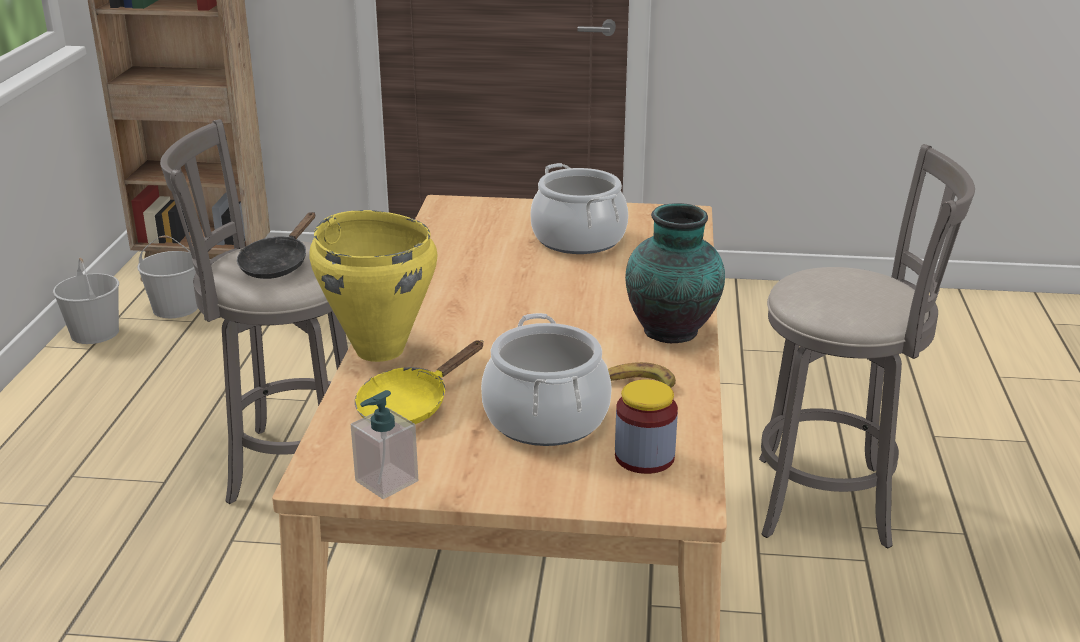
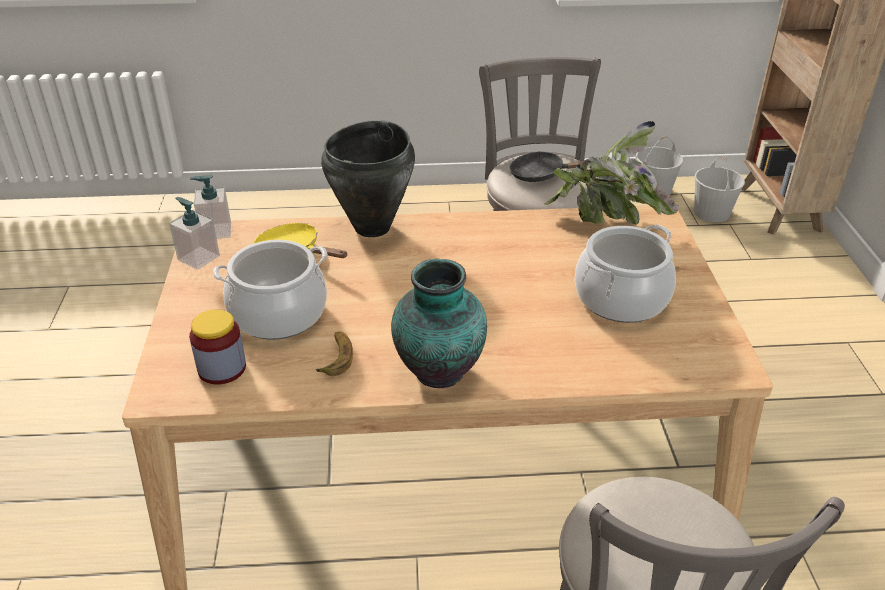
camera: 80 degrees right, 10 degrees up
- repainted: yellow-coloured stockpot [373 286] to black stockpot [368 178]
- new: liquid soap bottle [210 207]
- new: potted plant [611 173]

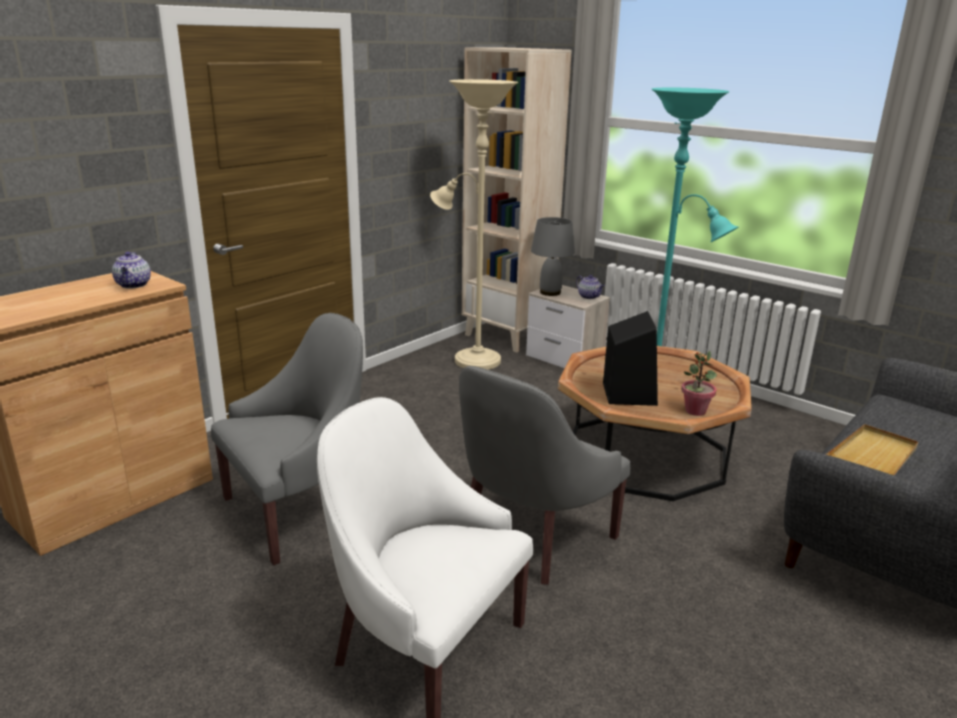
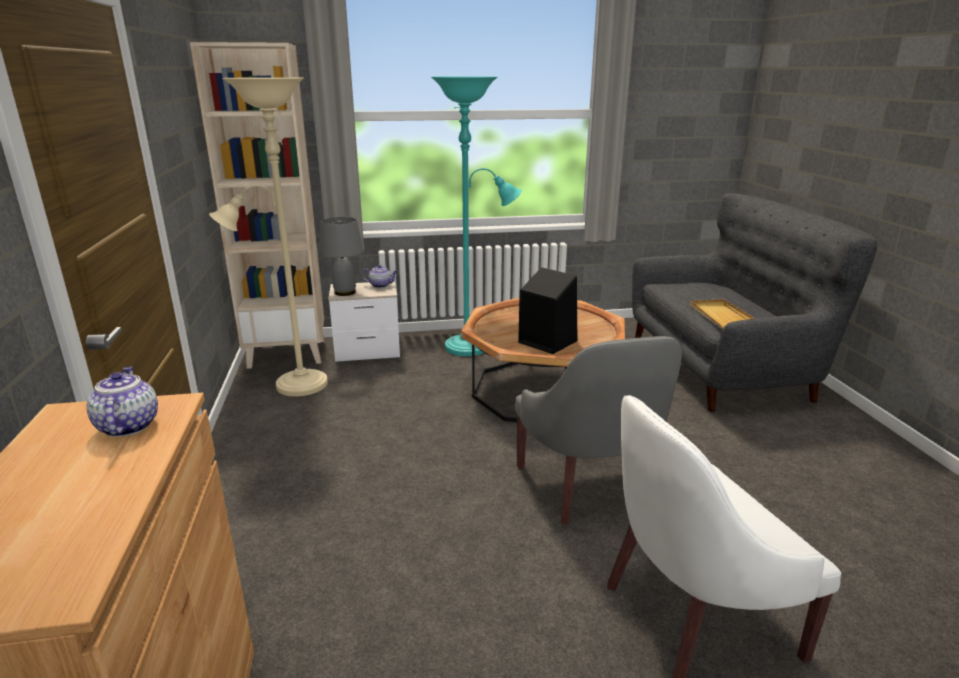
camera: 50 degrees left, 0 degrees up
- rotated: pot for tea [131 270] = [122 401] 135 degrees counterclockwise
- gone: gray armchair [287 439]
- gone: potted plant [699 383]

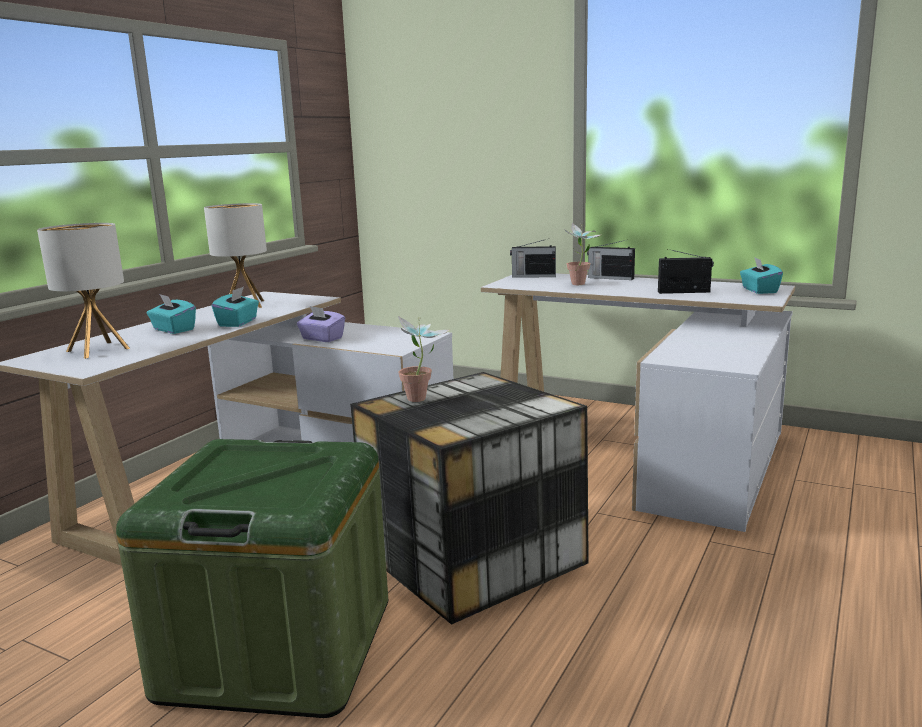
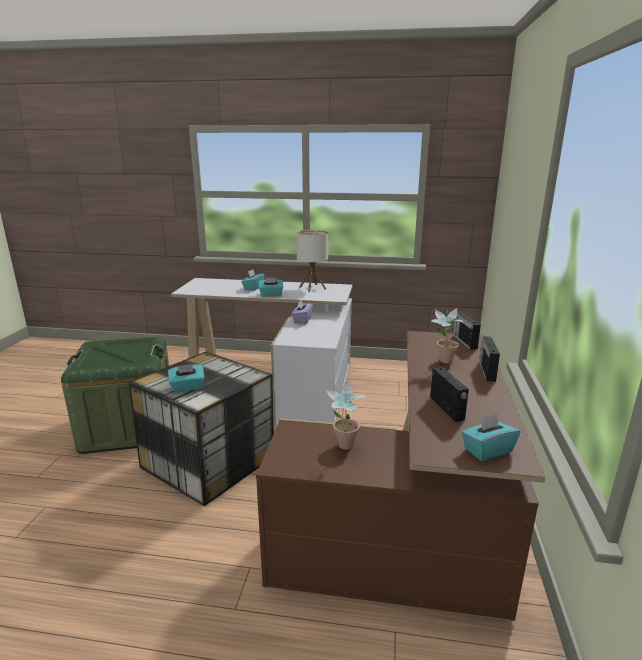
camera: 70 degrees right, 5 degrees up
- gone: table lamp [83 291]
- shifted: potted plant [424 359] to [347 415]
- repainted: white desk unit [638 402] to brown desk unit [401 476]
- new: blue-green tissue box [186 379]

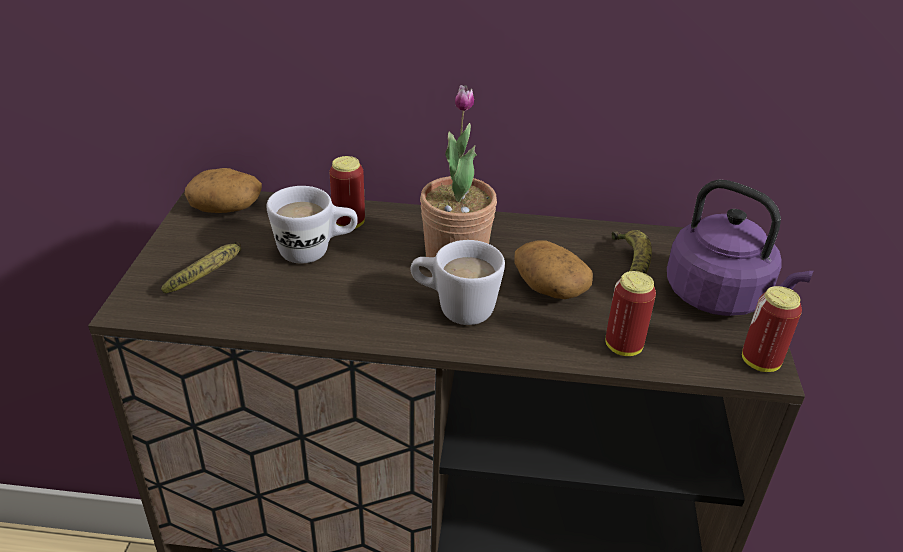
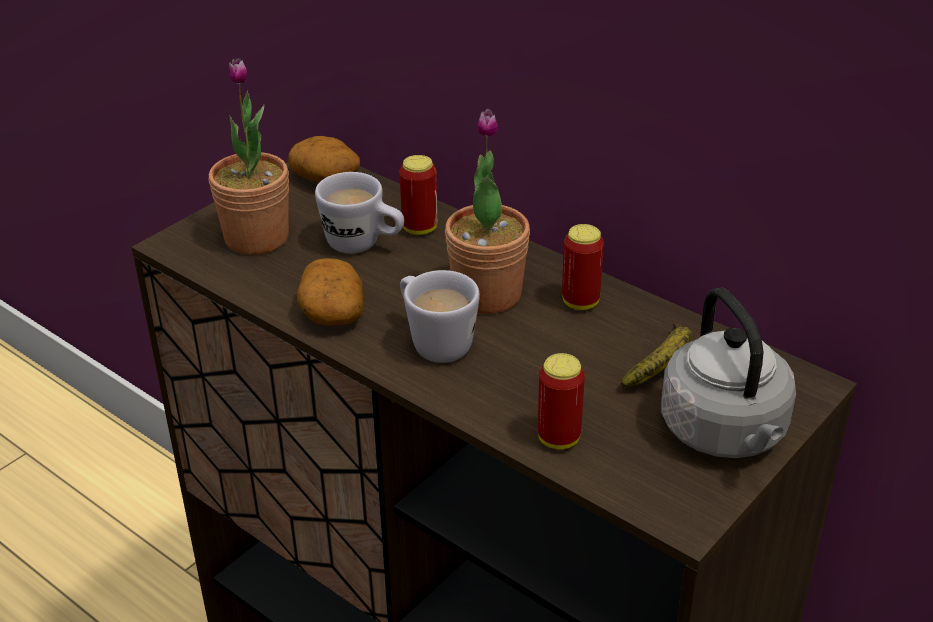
camera: 35 degrees right, 0 degrees up
- swapped: banana fruit [201 267] to potted plant [249 156]
- shifted: spud [553 269] to [330 292]
- repainted: purplish water kettle [740 248] to gray water kettle [728 373]
- shifted: metal can [772 329] to [583 267]

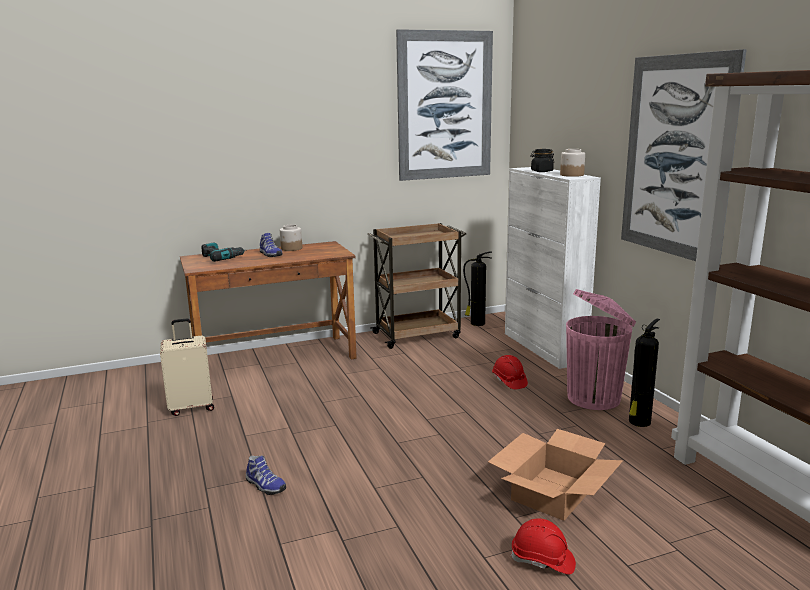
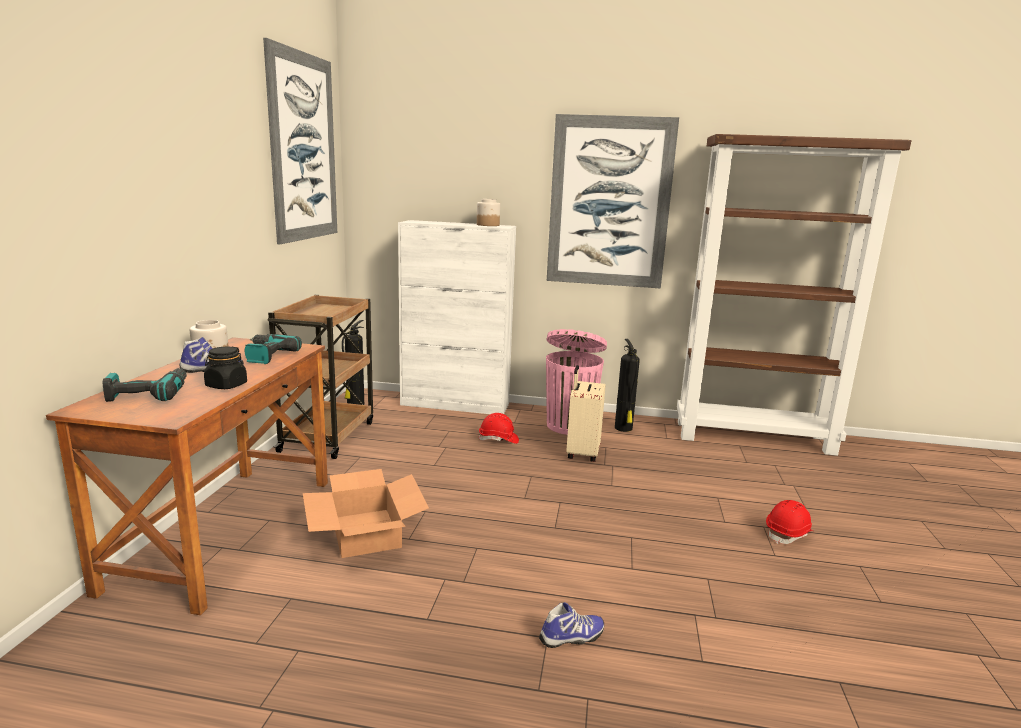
camera: 60 degrees left, 0 degrees up
- shifted: beige-coloured travel case [187 367] to [586 413]
- shifted: cardboard box [555 475] to [366 513]
- shifted: black preserve jar [542 160] to [225 368]
- new: electric drill [273 349]

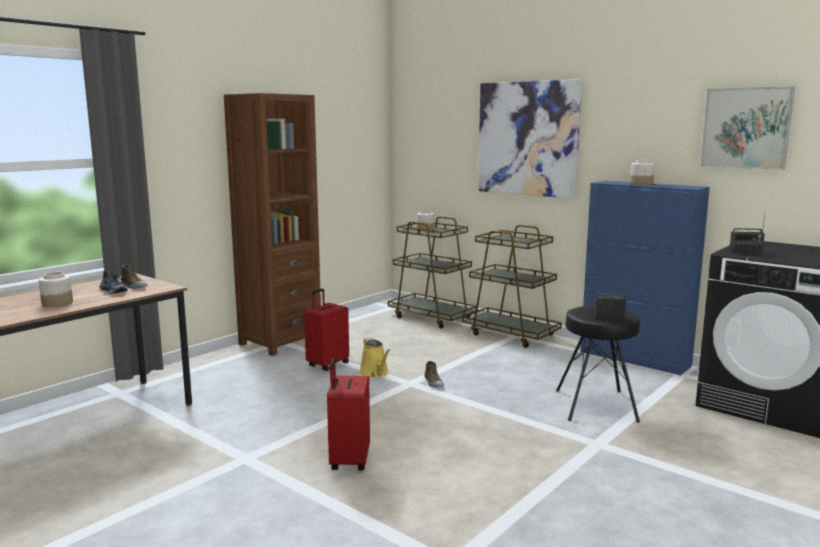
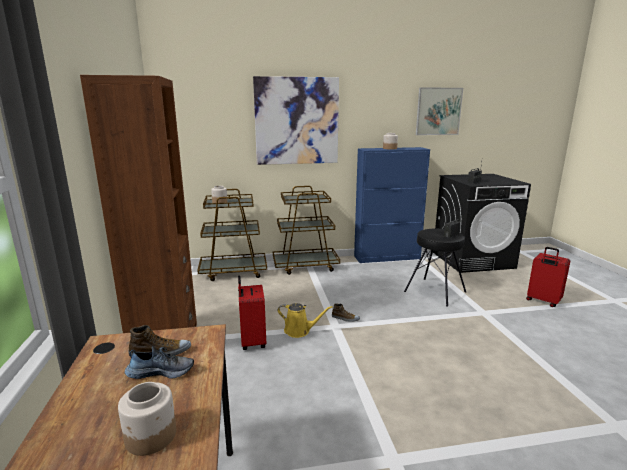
camera: 50 degrees left, 5 degrees up
- shifted: reddish travel case [348 414] to [548 277]

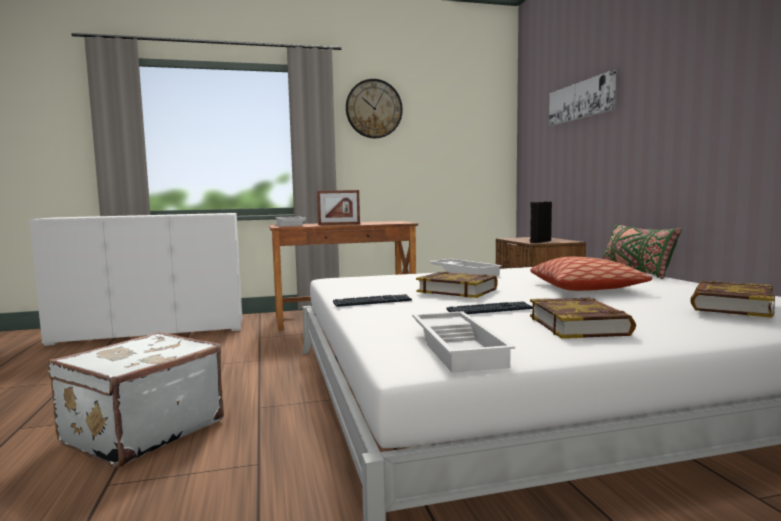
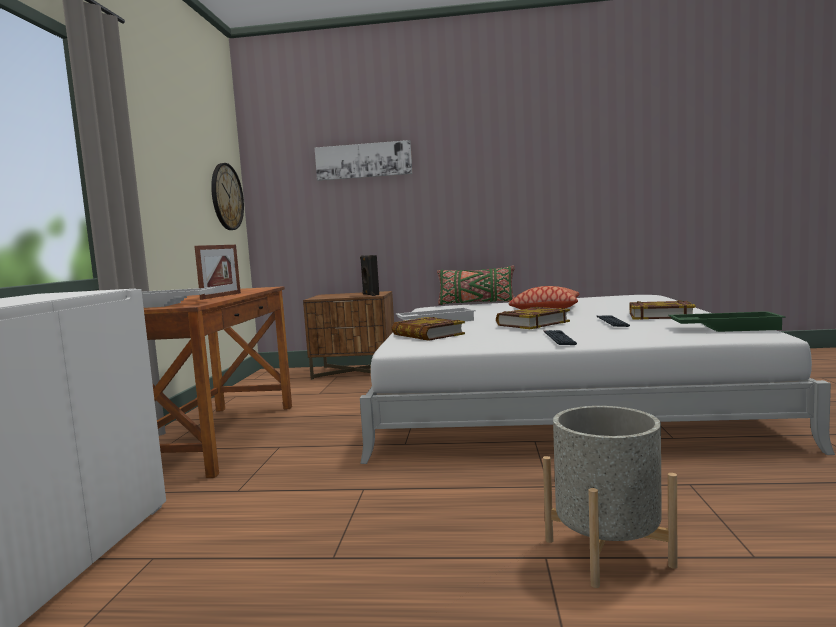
camera: 70 degrees left, 0 degrees up
- swapped: white travel case [136 400] to gray planter [610 497]
- shifted: clock on the wall [374 108] to [227 196]
- repainted: white tray [463 342] to greenish tray [727 321]
- shifted: book [732 299] to [428 329]

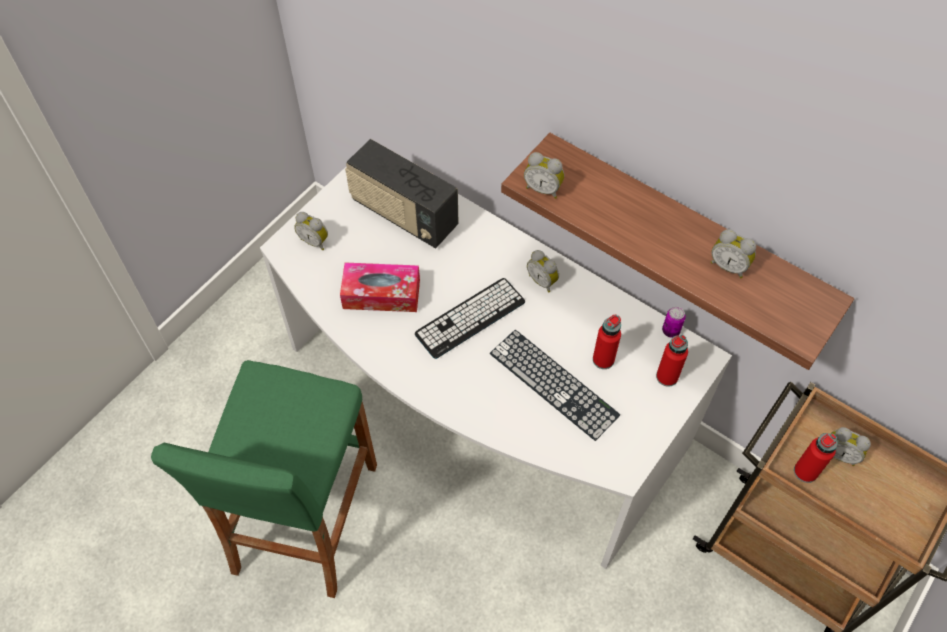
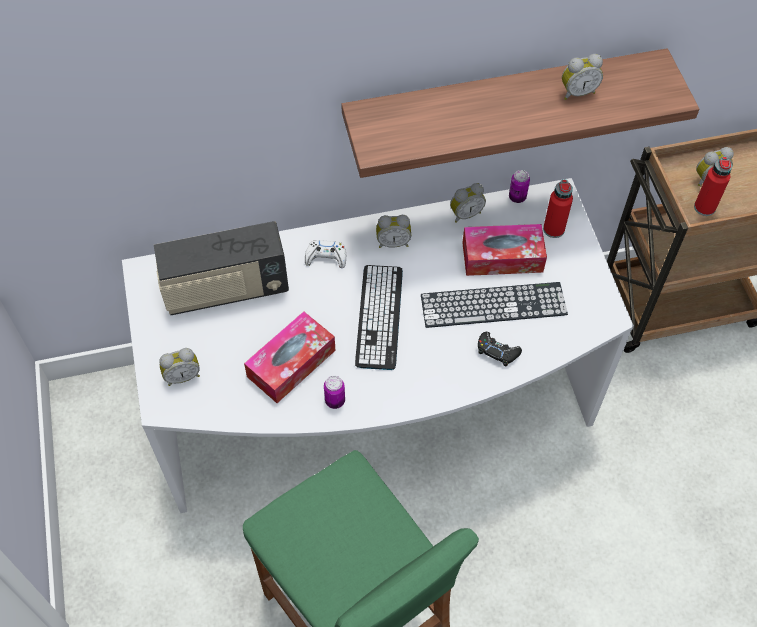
camera: 50 degrees left, 0 degrees up
- shifted: bedside clock [544 175] to [468 203]
- swapped: reddish drink bottle [607 342] to tissue box [504 250]
- new: white joypad [325 254]
- new: metal can [334 392]
- new: black joypad [500 349]

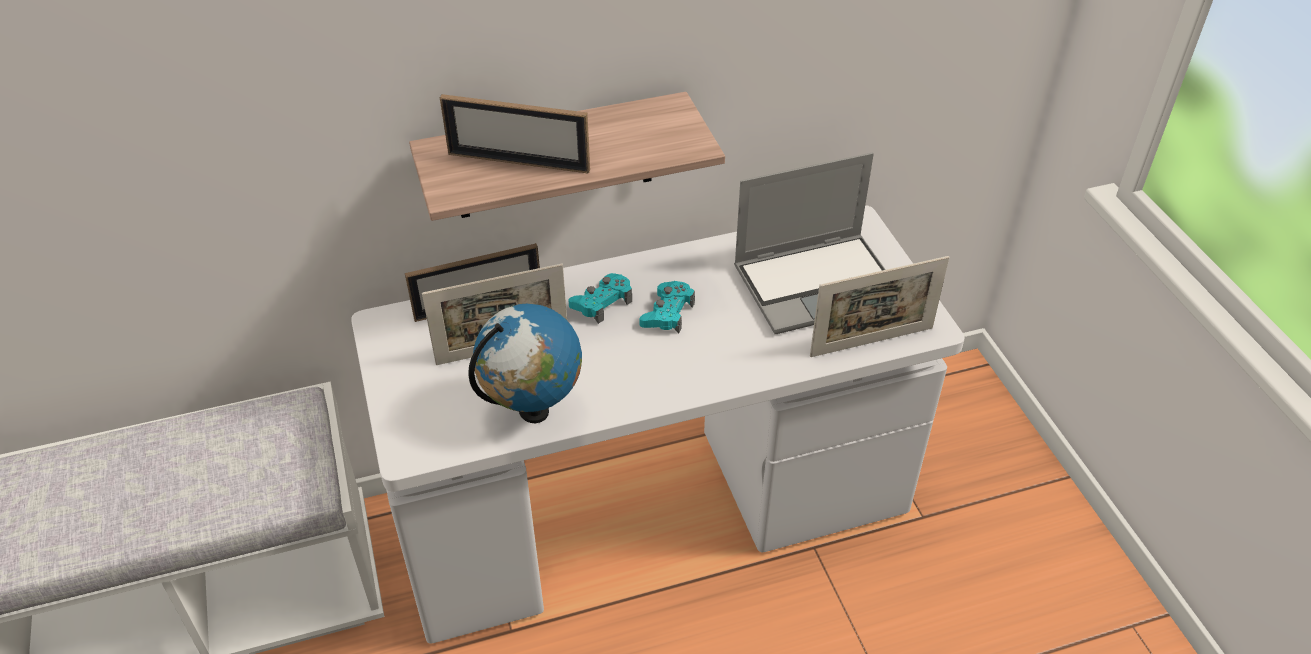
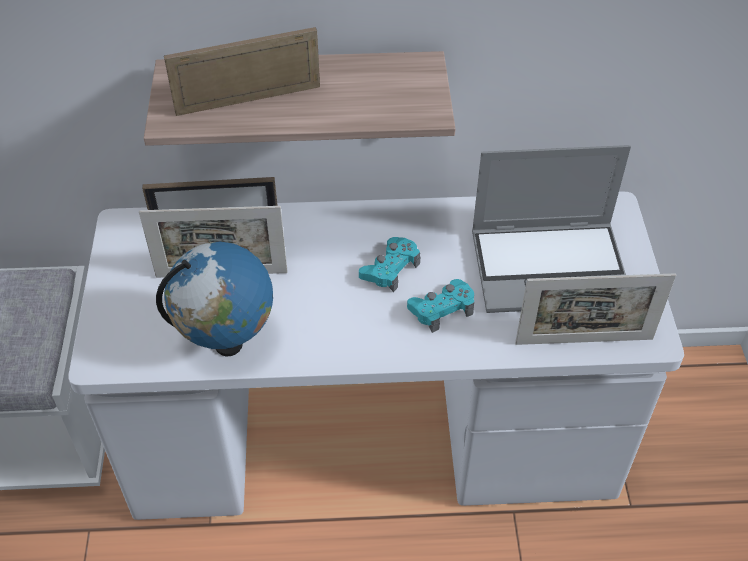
camera: 15 degrees right, 5 degrees up
- rotated: standing frame [515 134] = [242 71] 135 degrees clockwise
- shifted: blue-green joypad [600 298] to [440 306]

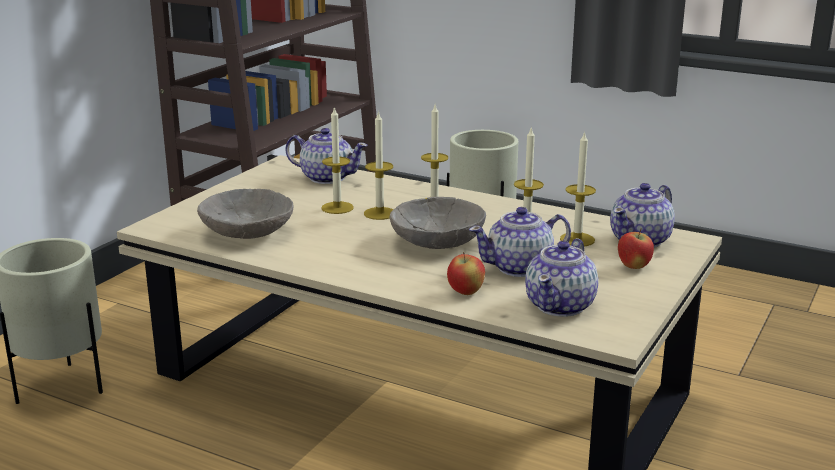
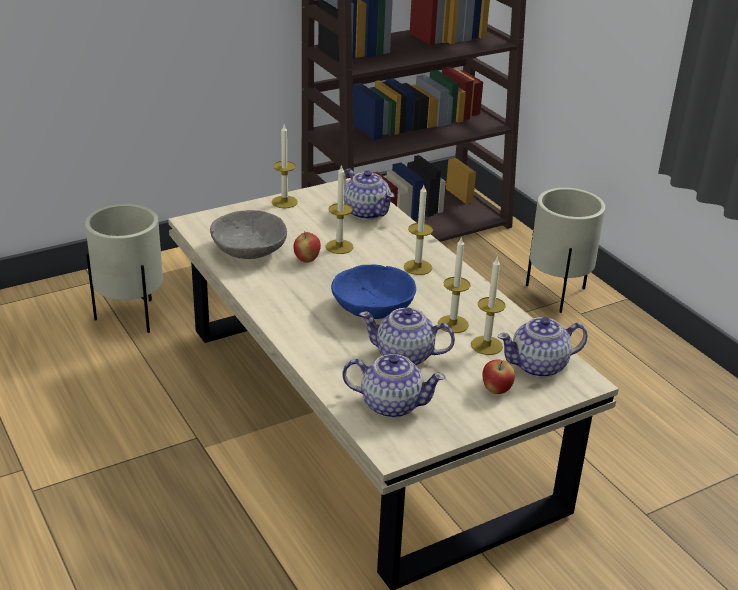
camera: 30 degrees right, 10 degrees up
- shifted: candle [379 165] to [285 166]
- repainted: gray serving bowl [438 223] to blue serving bowl [373 292]
- shifted: apple fruit [466 273] to [307 247]
- rotated: pot for tea [561 277] = [393 386] 135 degrees counterclockwise

